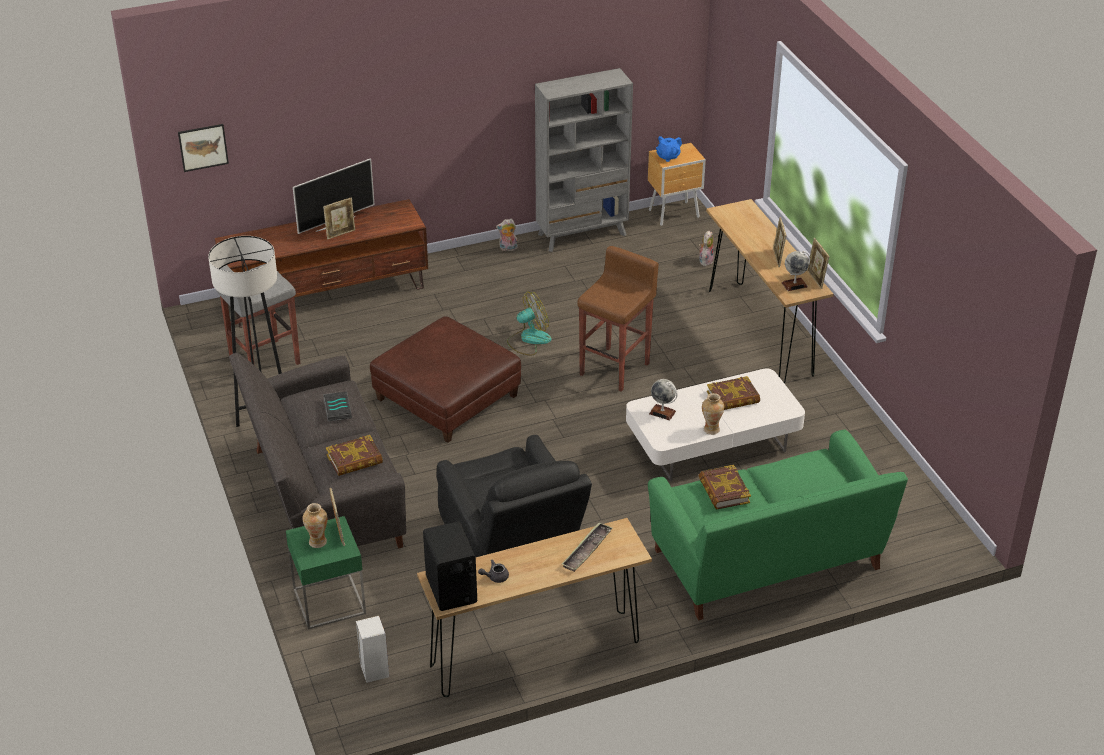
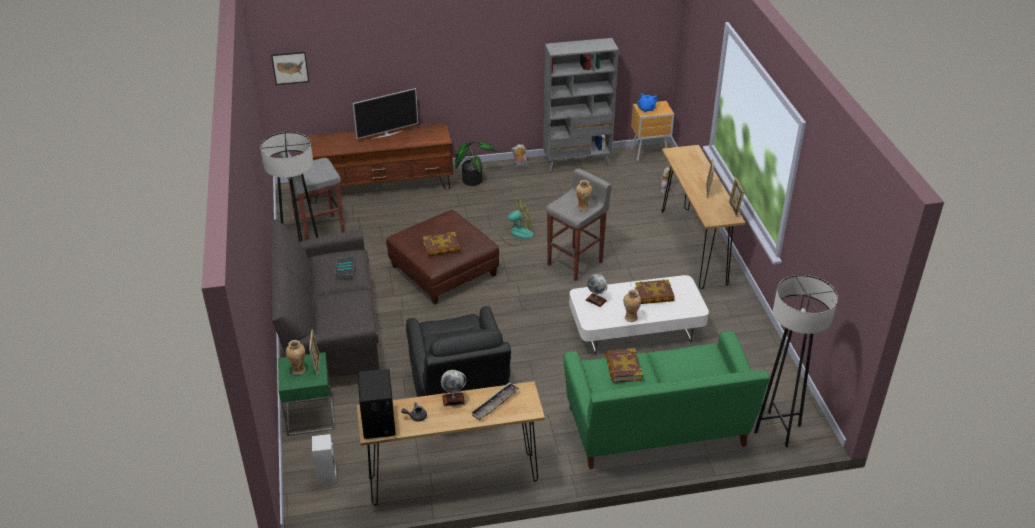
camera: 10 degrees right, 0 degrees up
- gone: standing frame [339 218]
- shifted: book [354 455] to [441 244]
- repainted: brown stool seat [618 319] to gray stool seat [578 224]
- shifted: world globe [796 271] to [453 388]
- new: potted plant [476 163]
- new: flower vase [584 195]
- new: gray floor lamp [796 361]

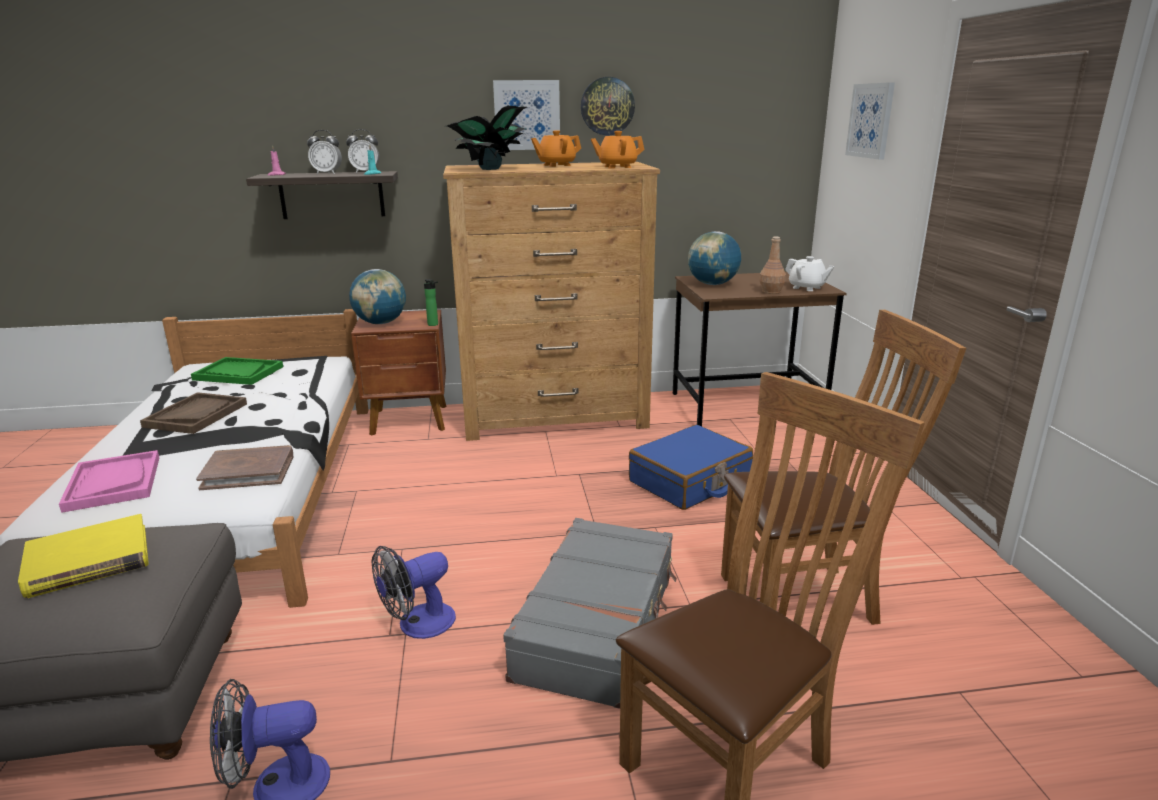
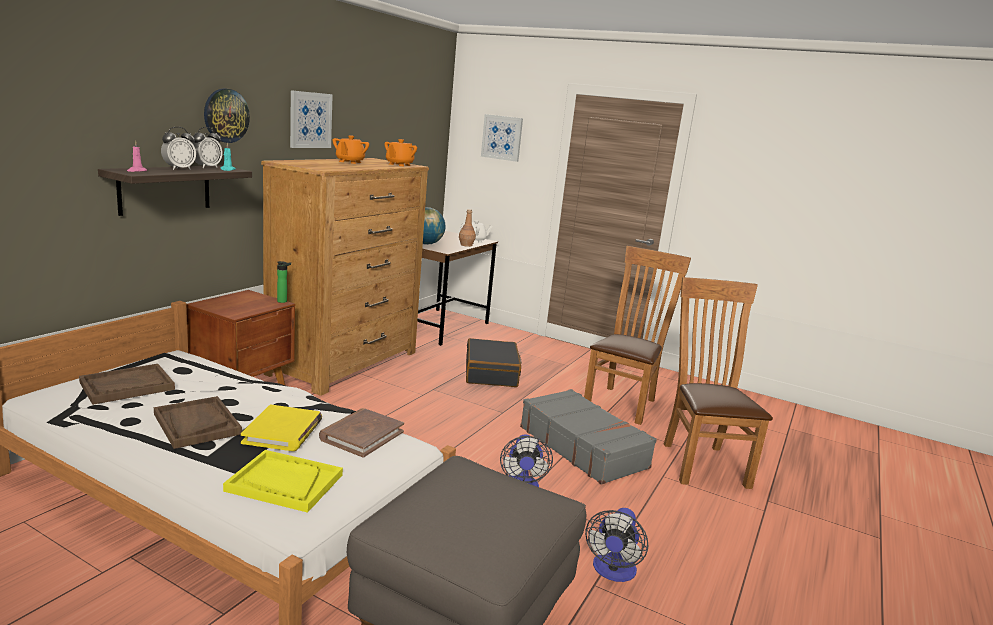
camera: 55 degrees left, 5 degrees down
- shifted: yellow-coloured book [83 556] to [281 428]
- repainted: pinkish tray [109 481] to yellow-coloured tray [283 481]
- repainted: greenish tray [237 371] to brown tray [127 384]
- gone: world globe [377 296]
- gone: potted plant [487 138]
- shifted: clock on the wall [608 106] to [227 115]
- repainted: blue travel case [691 467] to black travel case [494 362]

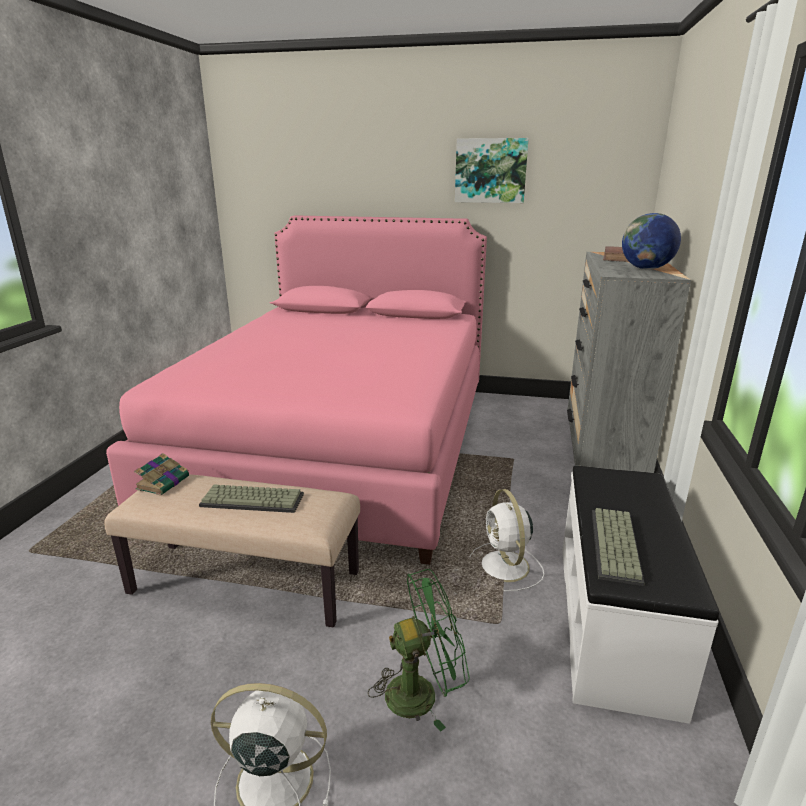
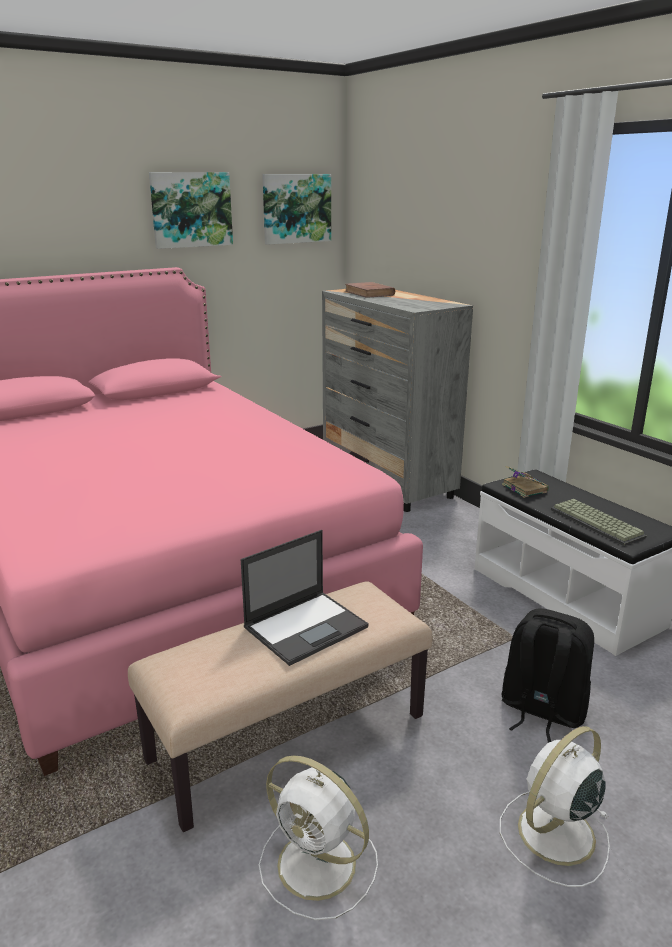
camera: 45 degrees left, 0 degrees up
- shifted: book [161 474] to [525 482]
- swapped: PC keyboard [251 499] to laptop [305 598]
- swapped: greenish electric fan [419 650] to black rucksack [548 675]
- shifted: white electric fan [507 540] to [318 837]
- gone: world globe [651 241]
- new: wall picture [296 209]

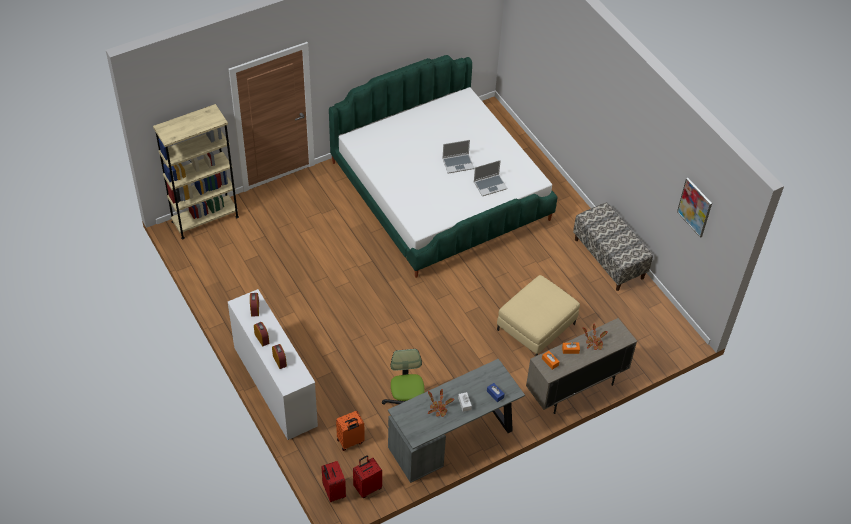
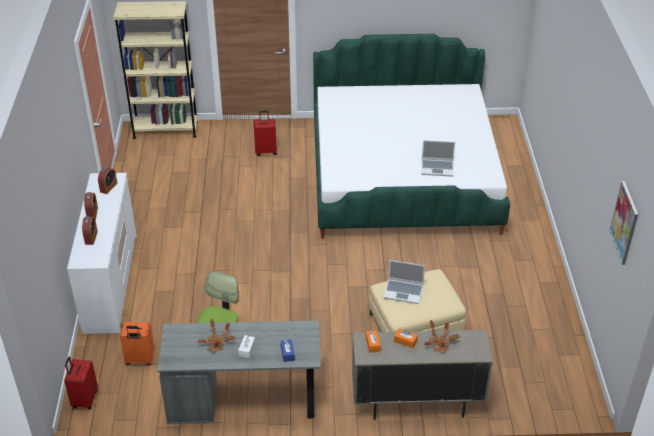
camera: 30 degrees right, 10 degrees down
- shifted: reddish travel case [367 476] to [265 133]
- shifted: laptop [458 156] to [404 282]
- gone: bench [613 246]

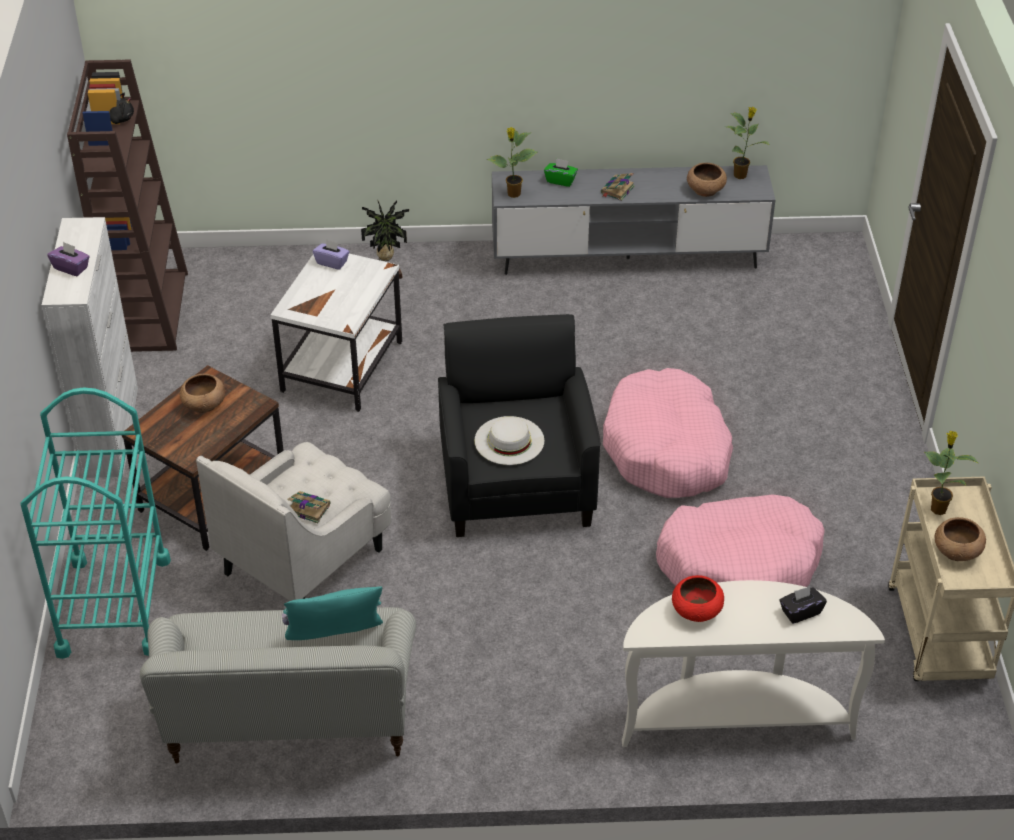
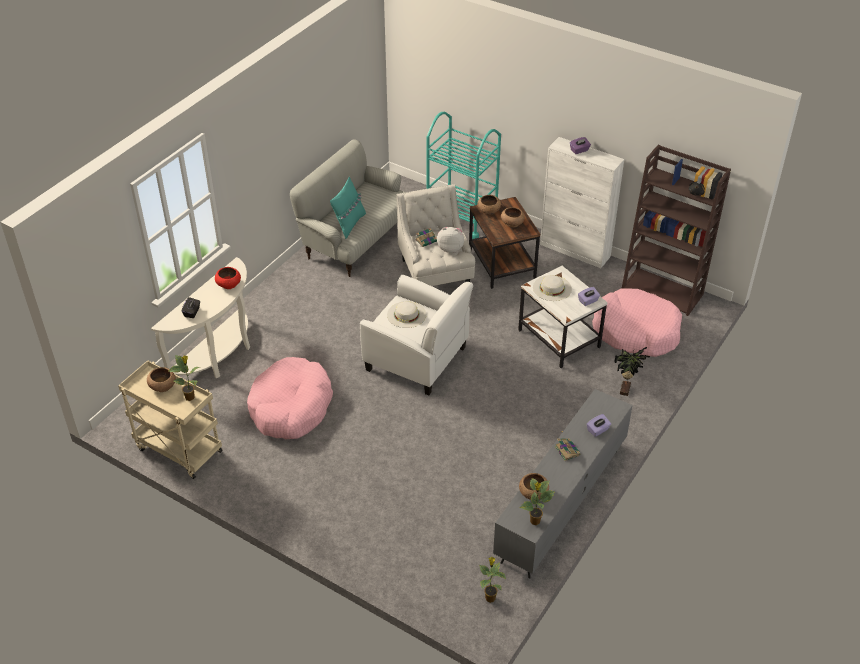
camera: 125 degrees right, 0 degrees up
- repainted: black armchair [519 425] to white armchair [416 335]
- shifted: potted plant [512 162] to [492 580]
- repainted: greenish tissue box [561 172] to purplish tissue box [599 425]
- shifted: pinkish pet bed [668 433] to [637 323]
- new: soft toy [450 240]
- new: brown serving bowl [489 205]
- new: white hat [552 288]

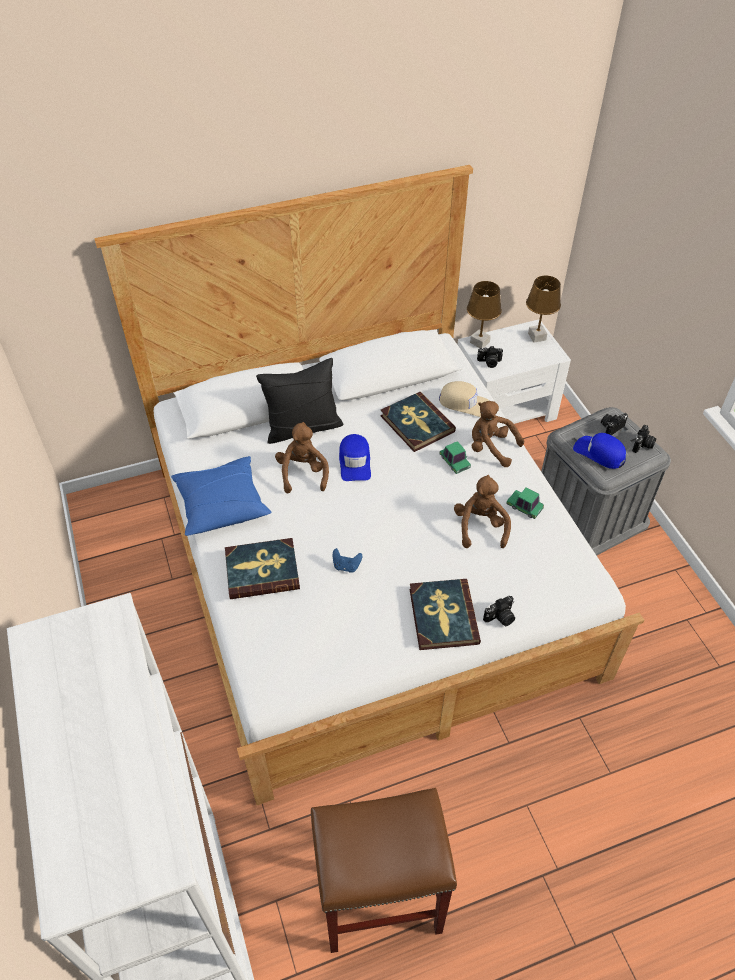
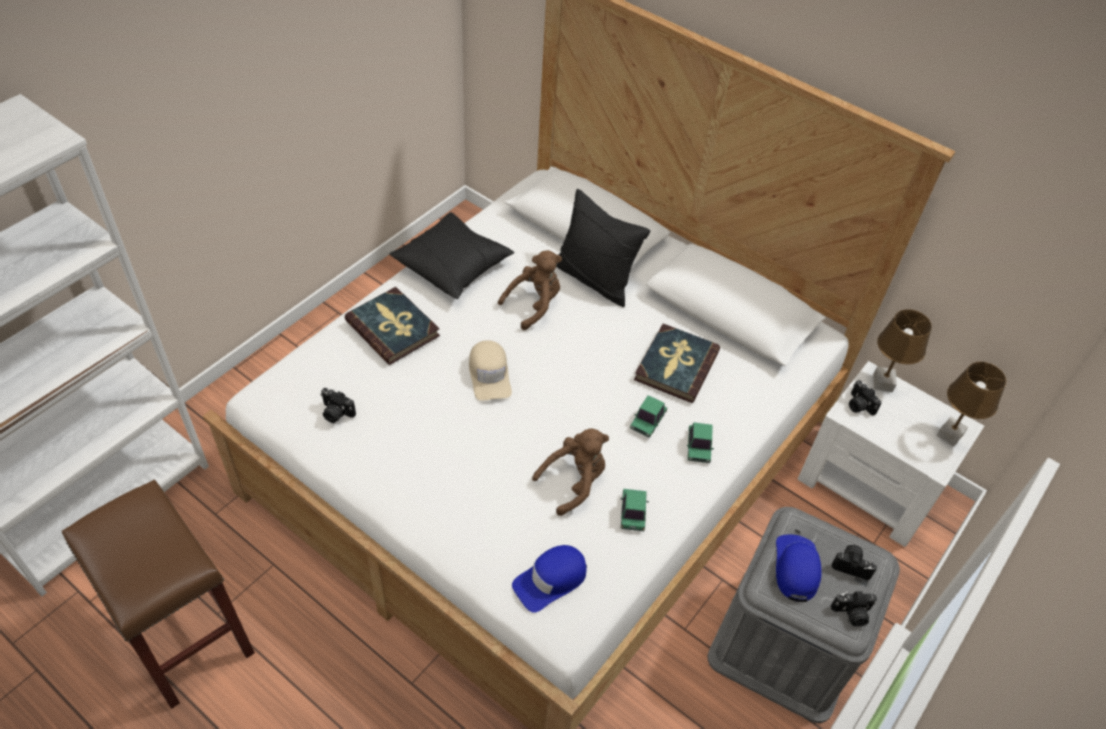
camera: 55 degrees right, 0 degrees up
- repainted: blue pillow [221 496] to black pillow [452 255]
- gone: blue joypad [347 560]
- shifted: blue cap [355 457] to [549 579]
- gone: book [445 614]
- shifted: beige-coloured cap [464 399] to [490 370]
- swapped: brown soft toy [498 434] to miniature car [700 442]
- shifted: photo camera [499 611] to [338 405]

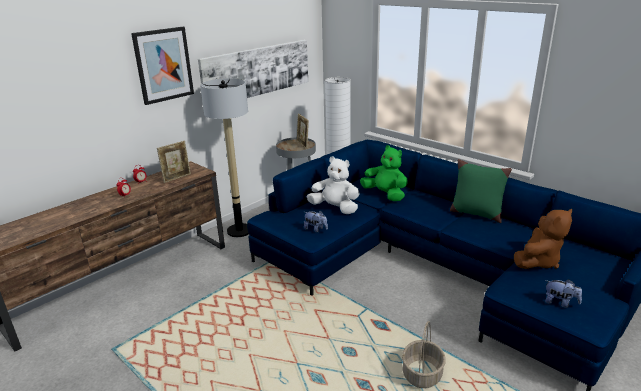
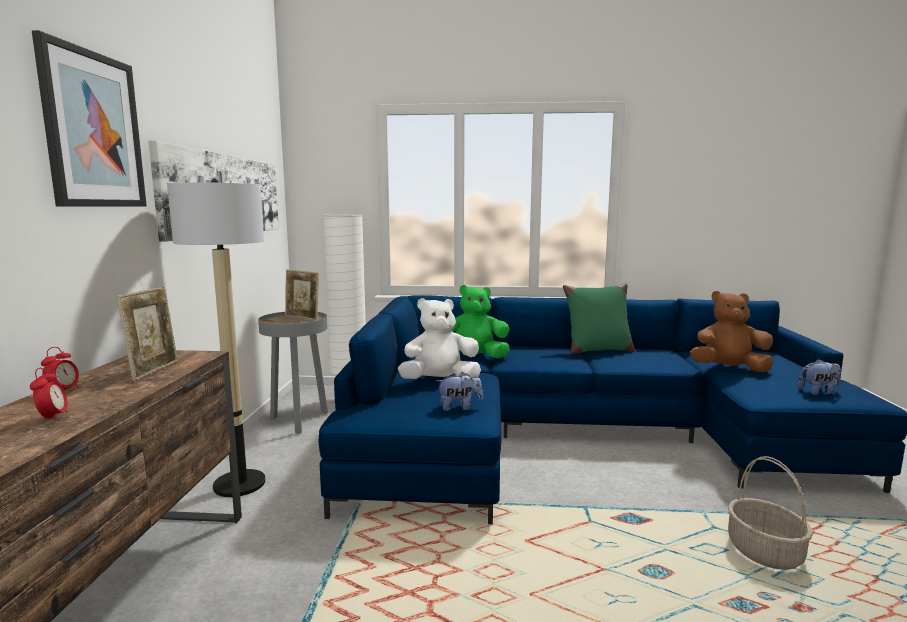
camera: 40 degrees left, 15 degrees down
- rotated: brown soft toy [543 239] = [732 331] 90 degrees counterclockwise

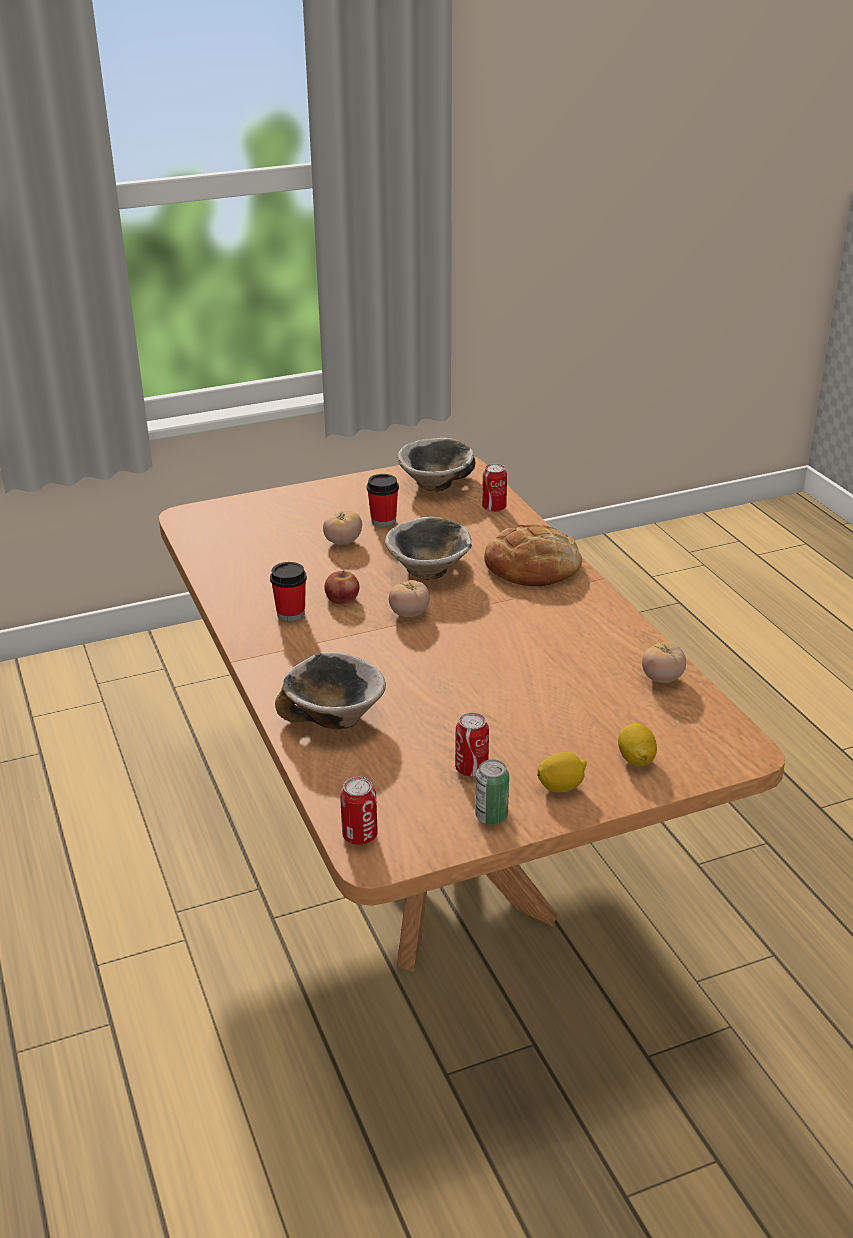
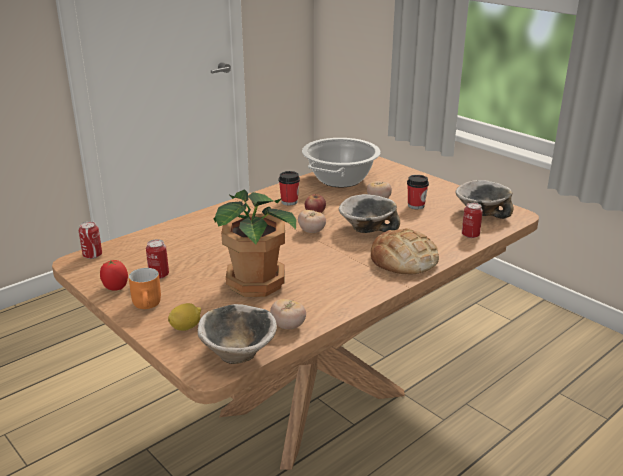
camera: 70 degrees right, 5 degrees down
- shifted: serving bowl [330 690] to [237 334]
- swapped: metal can [492 792] to tomato [114 275]
- swapped: lemon [562 772] to orange-coloured coffee mug [145 288]
- new: potted plant [255 243]
- new: stockpot [341 162]

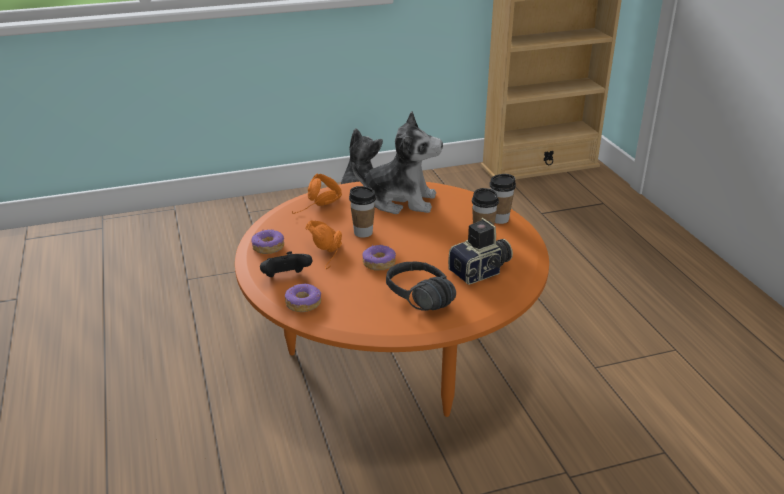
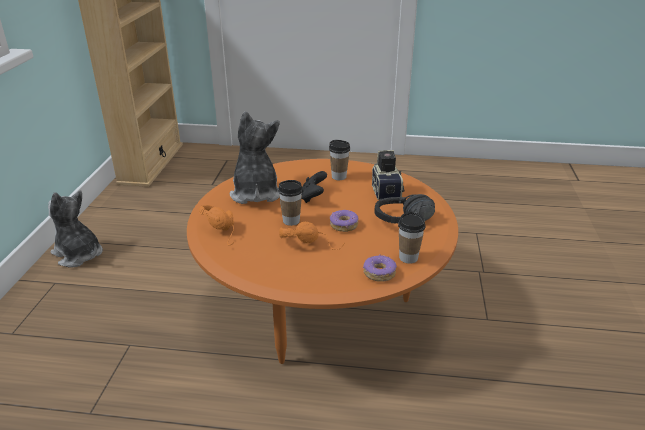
camera: 65 degrees left, 0 degrees up
- gone: ring doughnut [268 241]
- shifted: black joypad [286 264] to [314 187]
- rotated: soft toy [397 162] = [255 157] 45 degrees counterclockwise
- shifted: cup [502 199] to [411 238]

